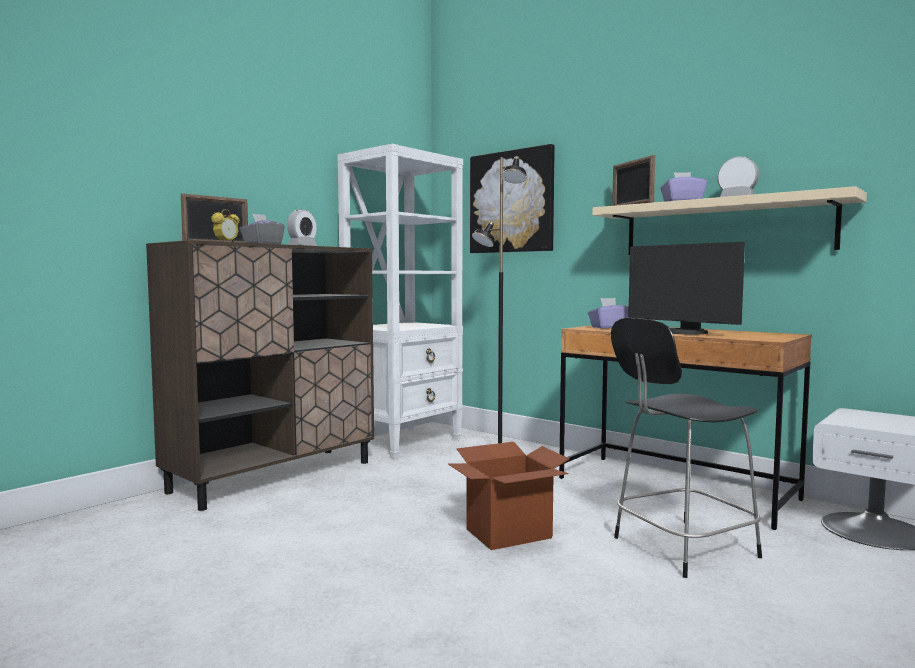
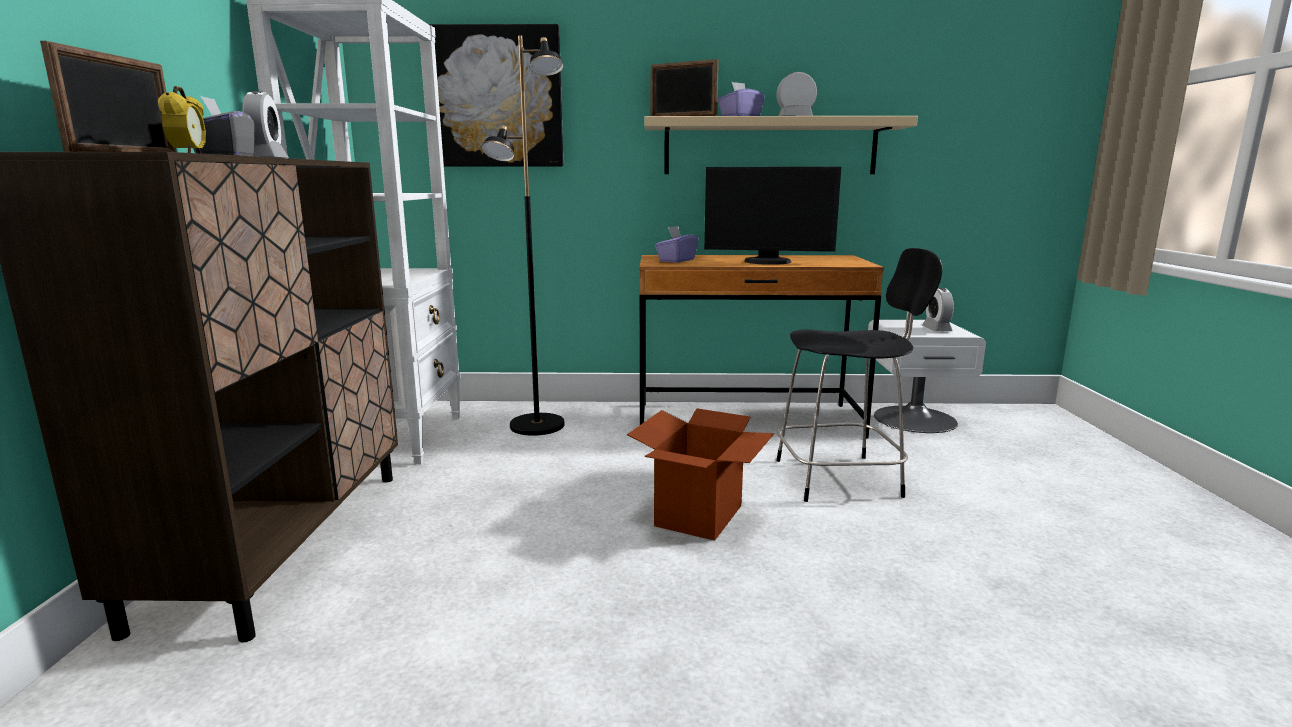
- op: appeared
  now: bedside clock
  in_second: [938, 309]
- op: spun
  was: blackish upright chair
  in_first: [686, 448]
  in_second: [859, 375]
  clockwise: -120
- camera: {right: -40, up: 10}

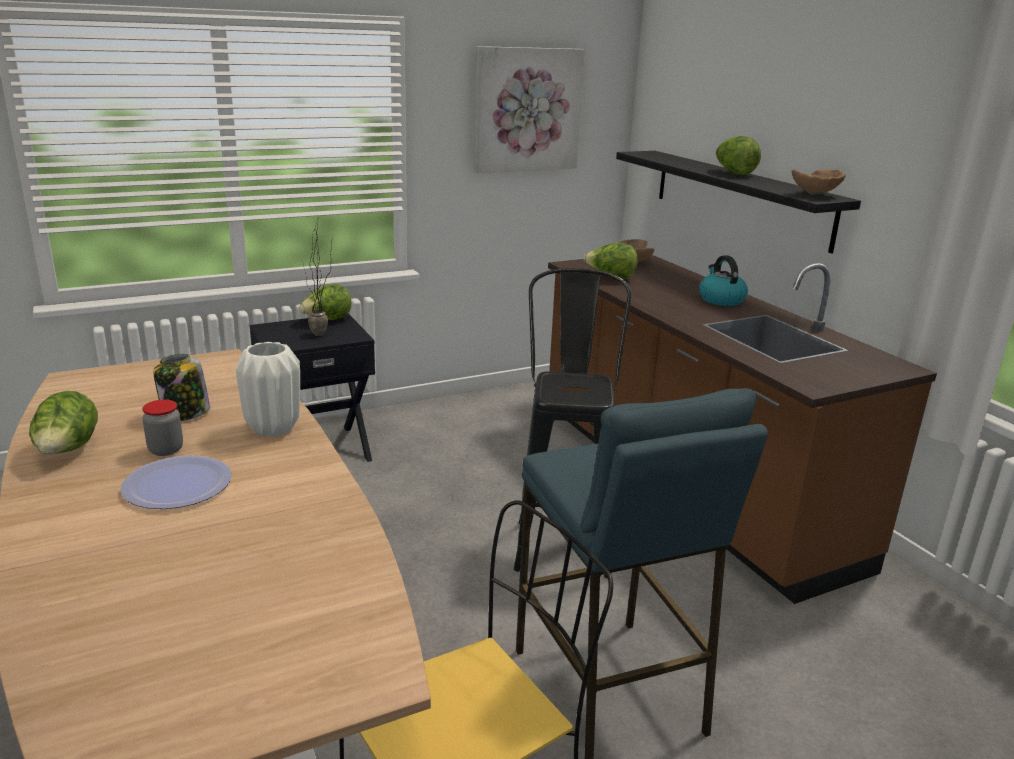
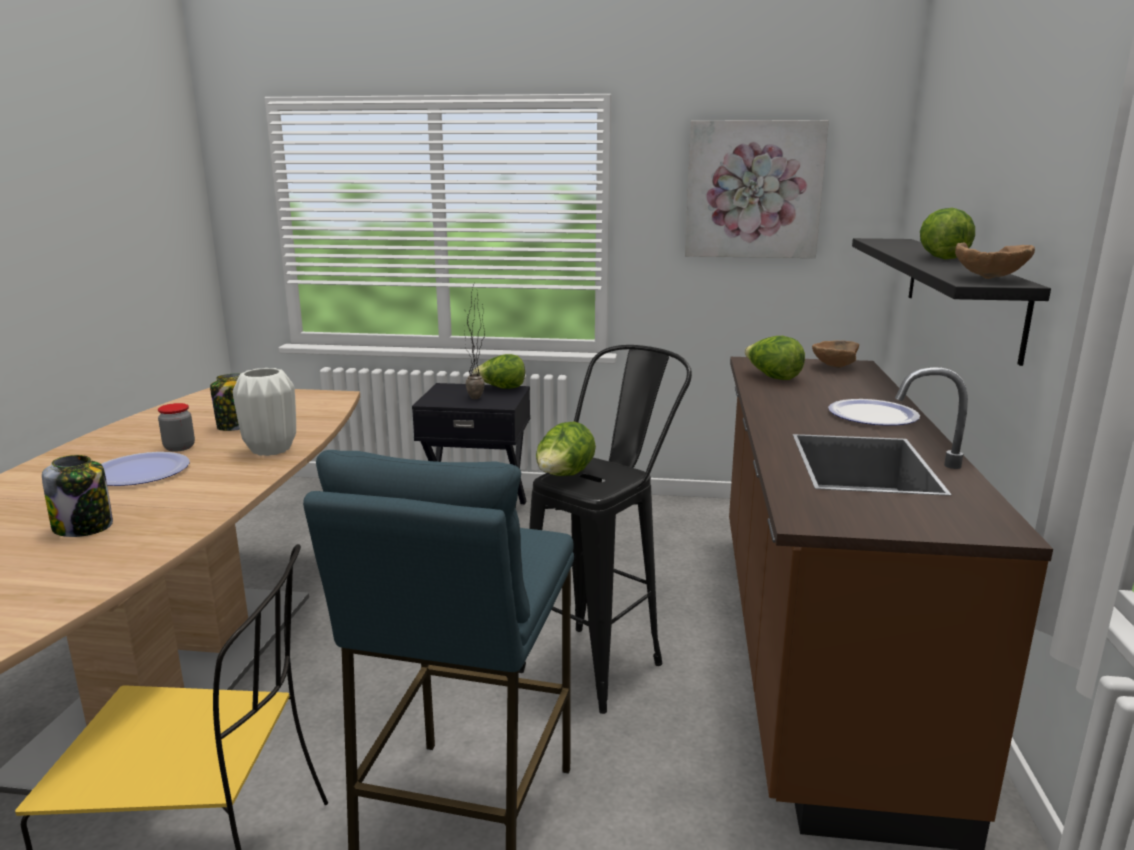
- op: appeared
  now: preserve jar
  in_second: [77, 496]
- op: relocated
  was: head of lettuce
  in_first: [63, 422]
  in_second: [566, 449]
- op: exchanged
  was: kettle
  now: plate
  in_first: [723, 280]
  in_second: [874, 412]
- camera: {right: 35, up: -5}

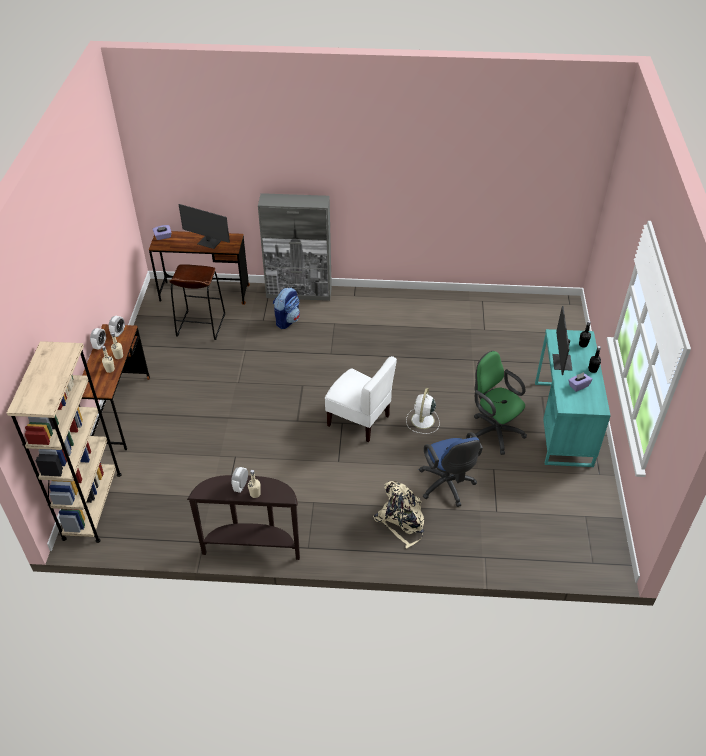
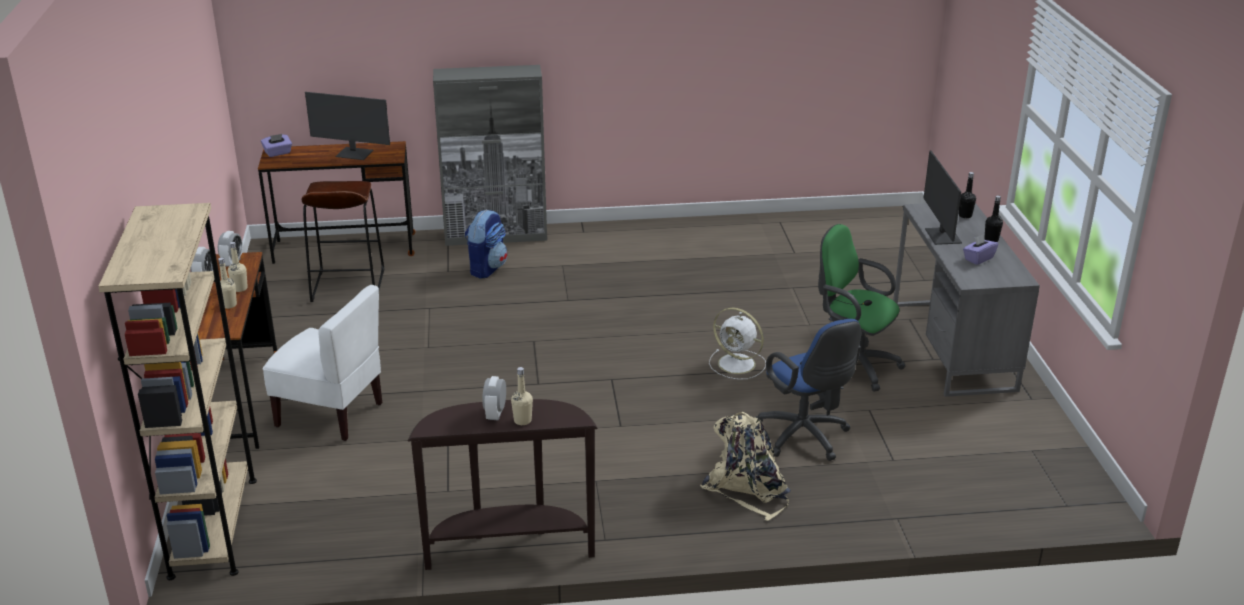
- op: relocated
  was: white-coloured upright chair
  in_first: [361, 399]
  in_second: [322, 363]
- op: colour
  was: turquoise-coloured desk table
  now: gray desk table
  in_first: [573, 398]
  in_second: [966, 300]
- op: spun
  was: white-coloured fan
  in_first: [423, 411]
  in_second: [737, 344]
  clockwise: -60
- camera: {right: -10, up: -15}

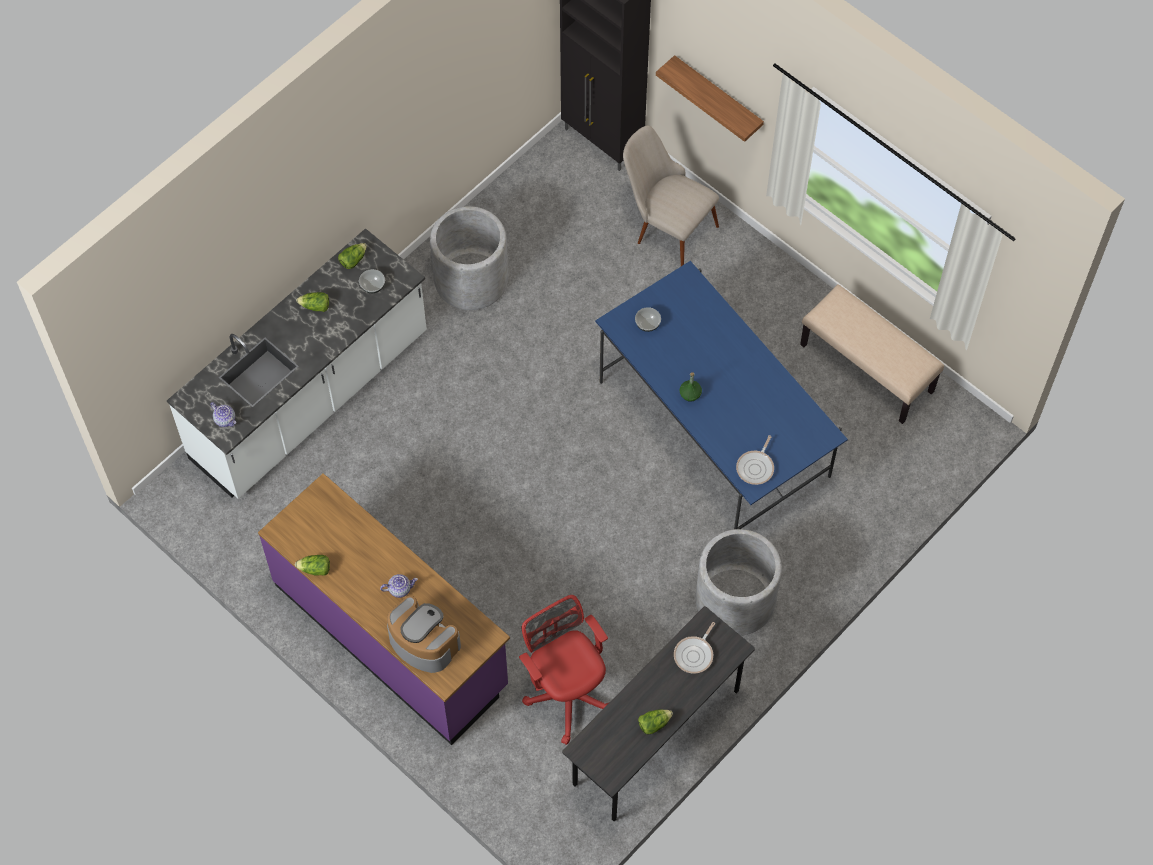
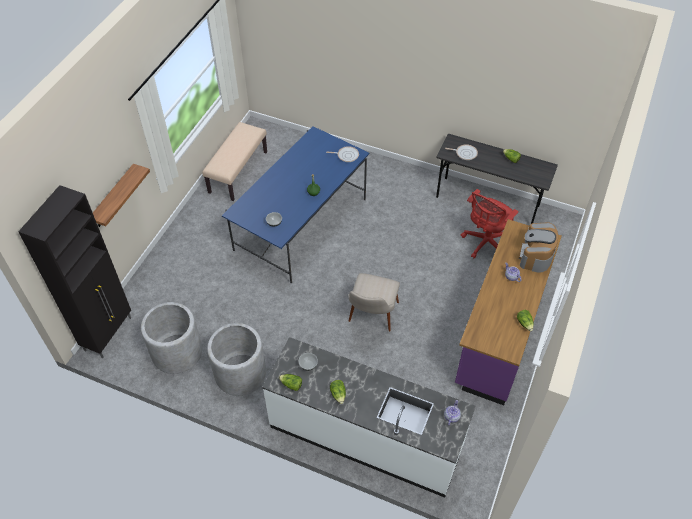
- op: relocated
  was: sand-coloured upright chair
  in_first: [671, 195]
  in_second: [374, 302]
- op: relocated
  was: gray planter
  in_first: [738, 582]
  in_second: [171, 338]
- camera: {right: -110, up: -10}

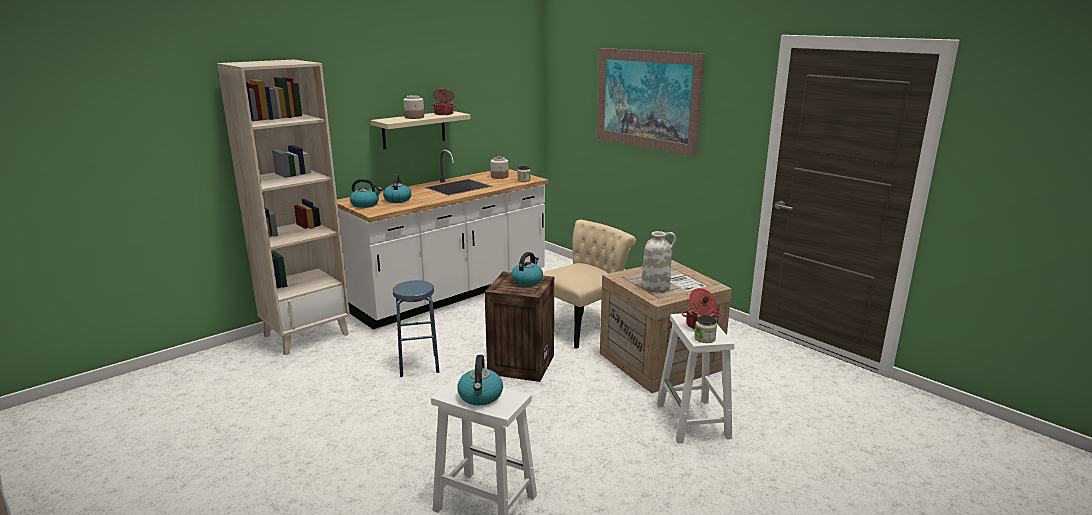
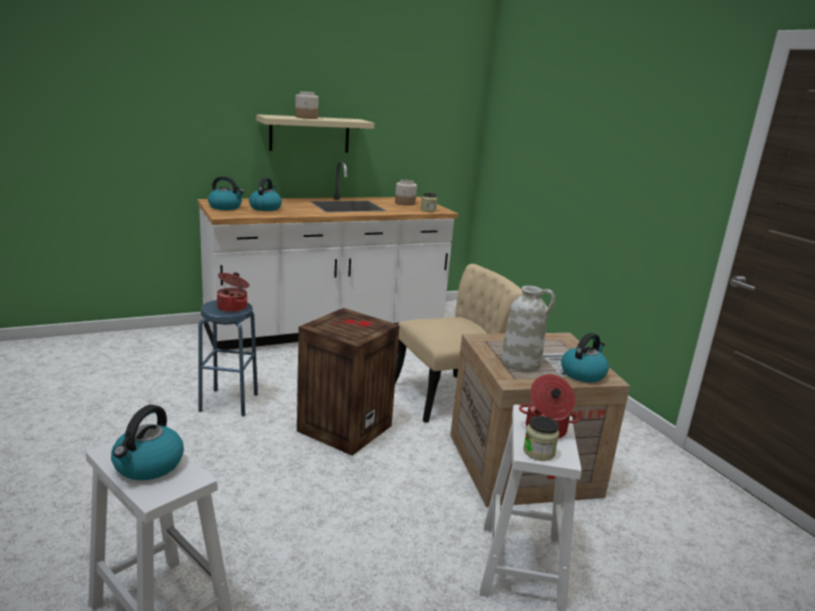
- op: missing
  was: sand-coloured bookcase
  in_first: [283, 207]
- op: missing
  was: picture
  in_first: [651, 102]
- op: relocated
  was: stockpot
  in_first: [444, 102]
  in_second: [233, 292]
- op: relocated
  was: kettle
  in_first: [527, 269]
  in_second: [585, 357]
- camera: {right: 15, up: 0}

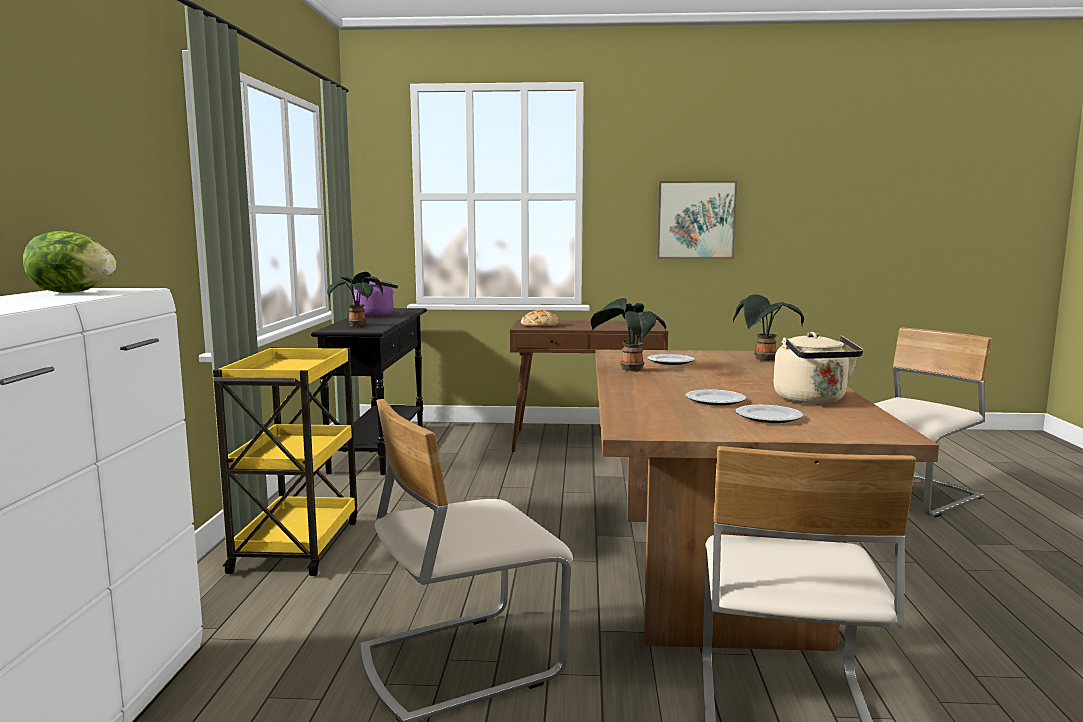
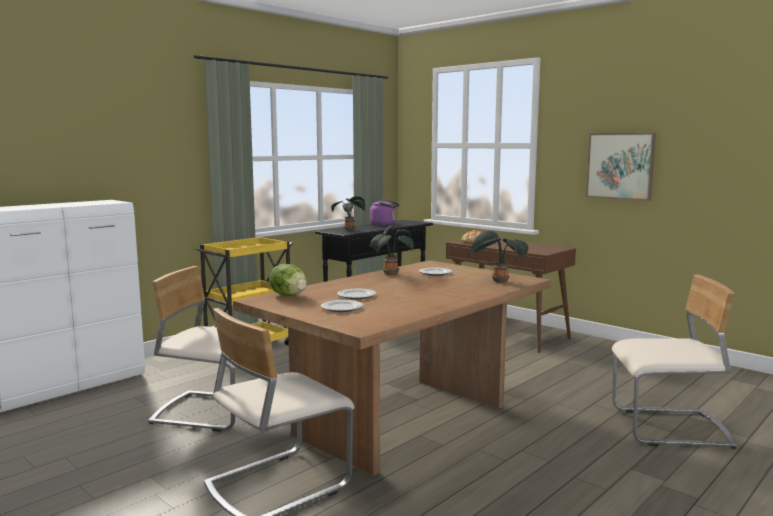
- op: missing
  was: sand-coloured kettle
  in_first: [818, 368]
- op: relocated
  was: head of lettuce
  in_first: [69, 262]
  in_second: [288, 280]
- camera: {right: 40, up: 0}

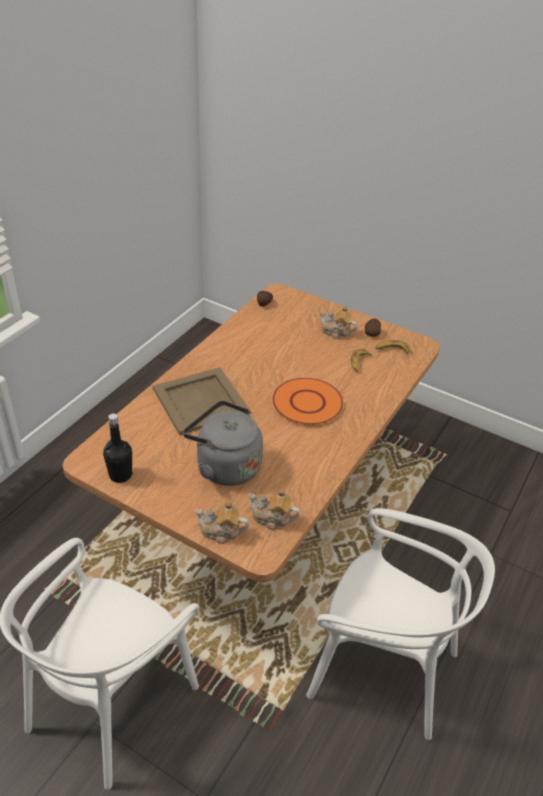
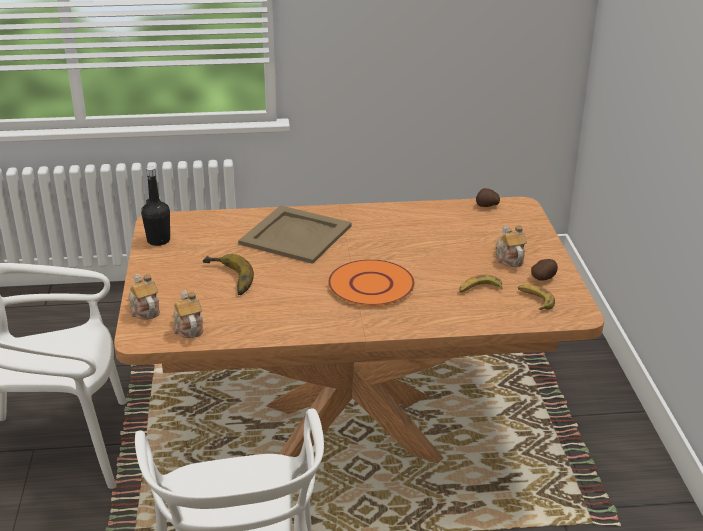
- op: exchanged
  was: gray kettle
  now: banana fruit
  in_first: [223, 443]
  in_second: [228, 274]
- camera: {right: 55, up: -10}

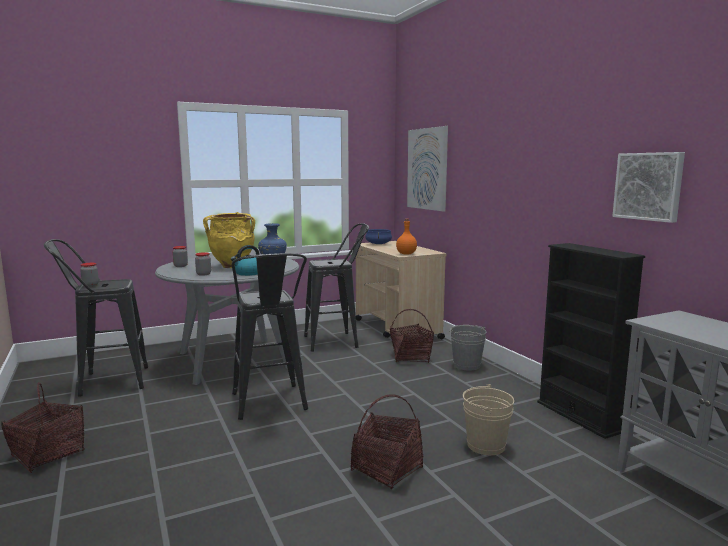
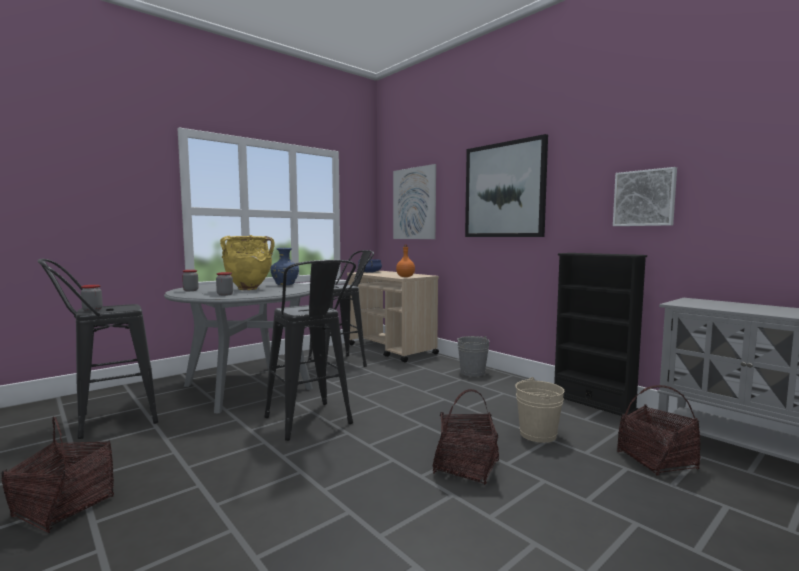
- op: missing
  was: kettle
  in_first: [245, 260]
- op: appeared
  now: picture
  in_second: [506, 185]
- op: relocated
  was: household basket
  in_first: [412, 336]
  in_second: [659, 430]
- camera: {right: -15, up: -5}

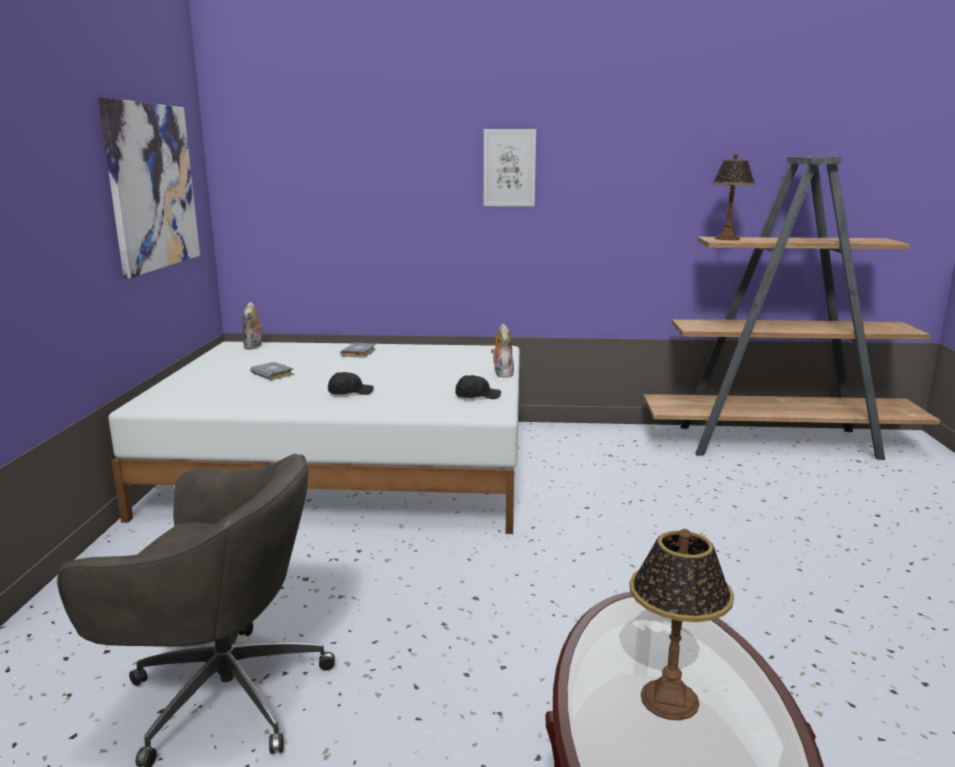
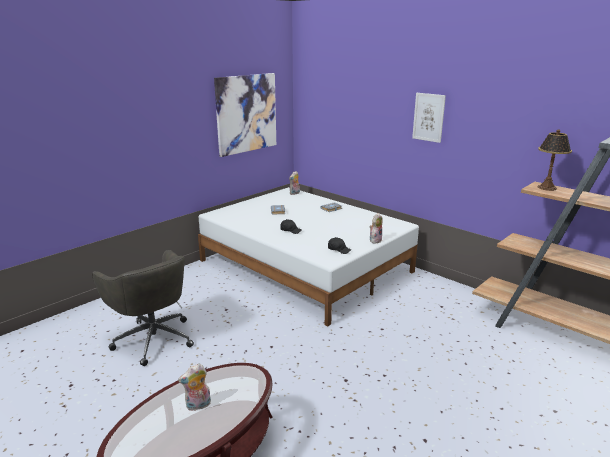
- op: exchanged
  was: lamp for a table
  now: soft toy
  in_first: [682, 625]
  in_second: [194, 387]
- camera: {right: 40, up: 5}

